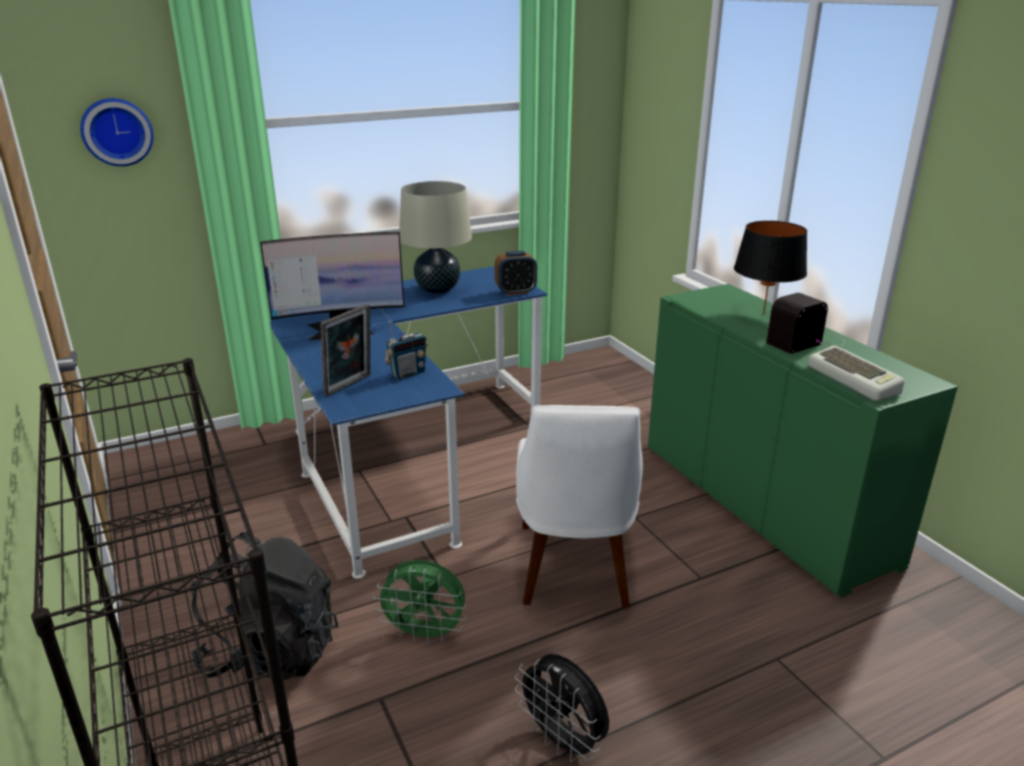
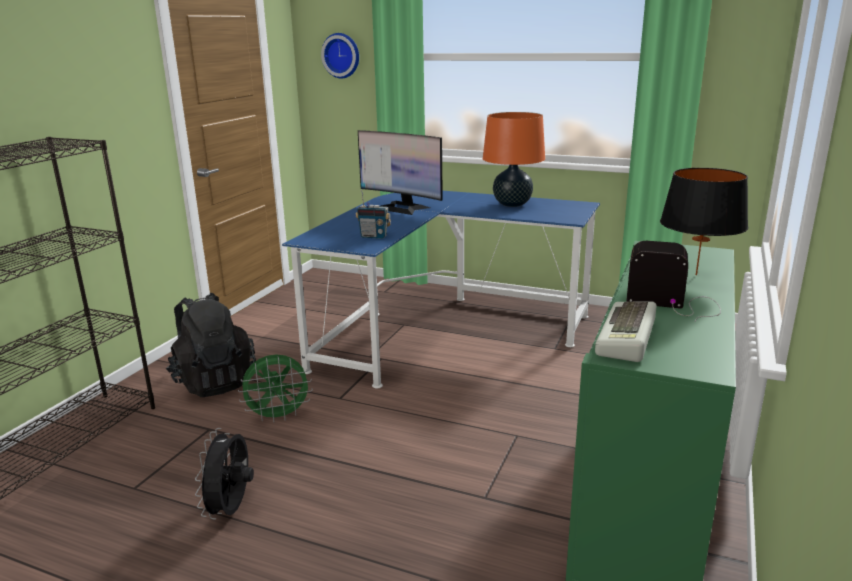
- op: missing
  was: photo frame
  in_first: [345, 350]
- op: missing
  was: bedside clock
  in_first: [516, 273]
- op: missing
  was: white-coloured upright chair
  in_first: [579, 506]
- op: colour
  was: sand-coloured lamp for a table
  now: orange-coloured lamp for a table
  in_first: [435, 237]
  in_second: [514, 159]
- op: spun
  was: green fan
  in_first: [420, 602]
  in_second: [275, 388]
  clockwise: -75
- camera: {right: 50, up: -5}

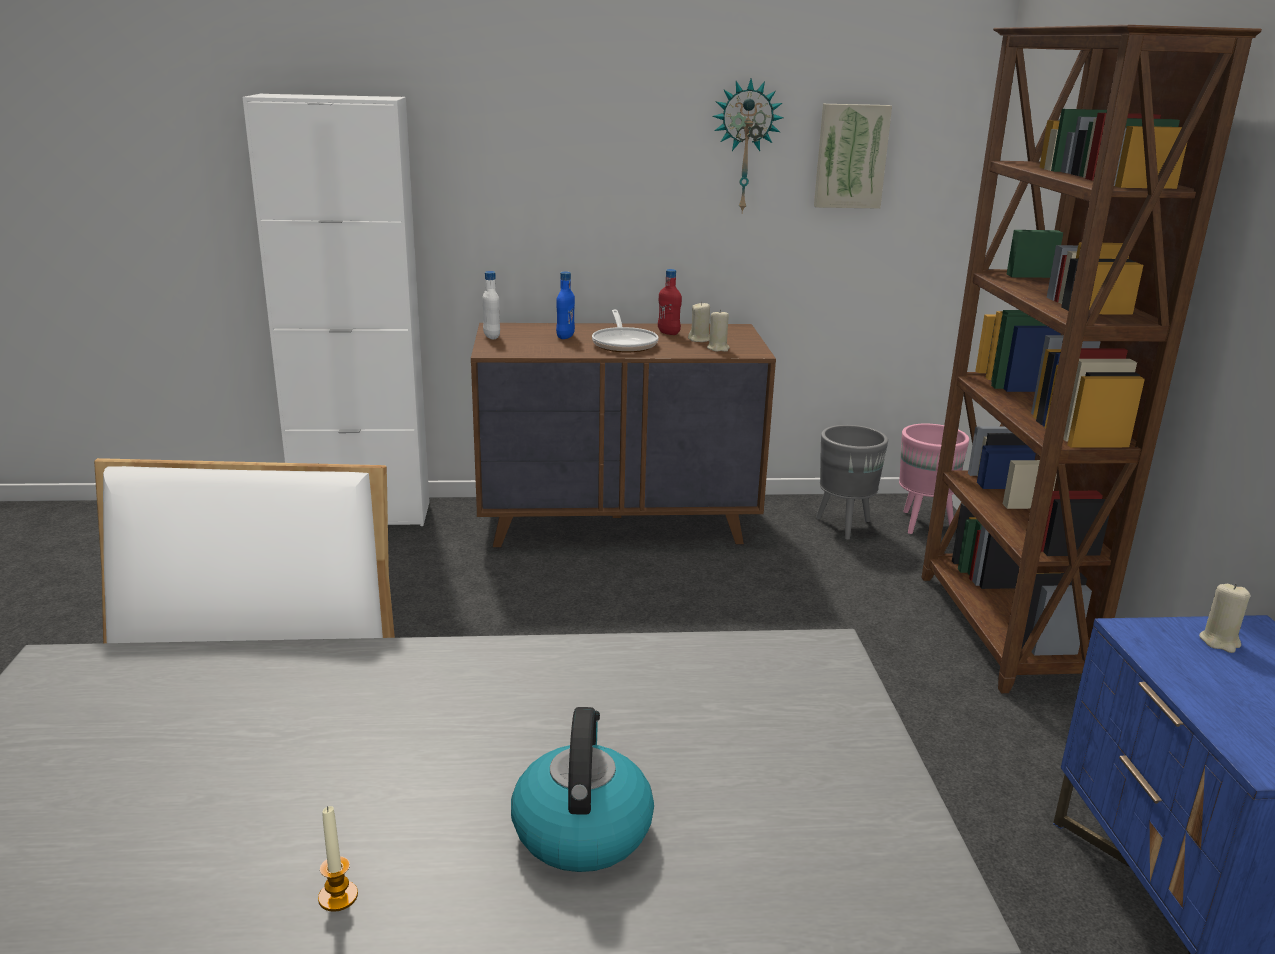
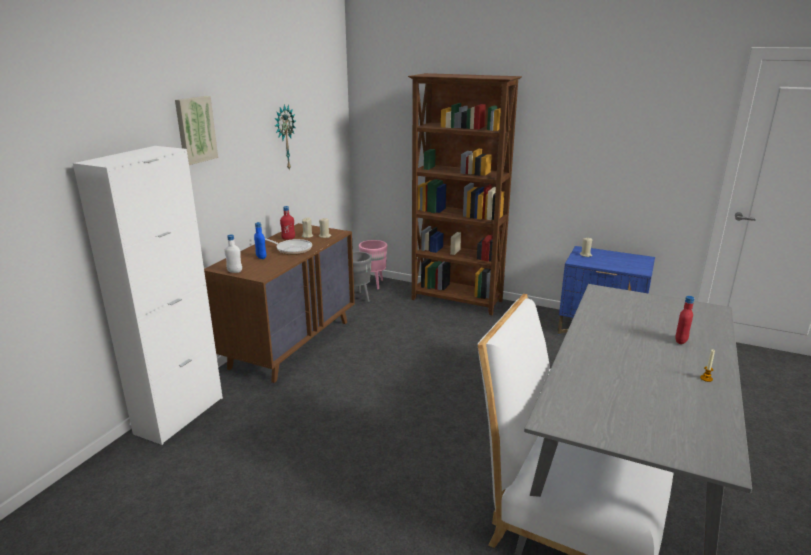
- op: relocated
  was: picture
  in_first: [853, 156]
  in_second: [196, 130]
- op: exchanged
  was: kettle
  now: red drink bottle
  in_first: [582, 789]
  in_second: [684, 320]
- camera: {right: -60, up: 0}

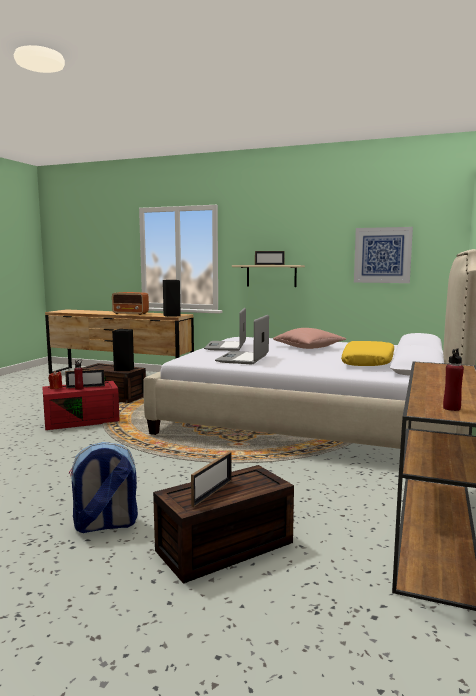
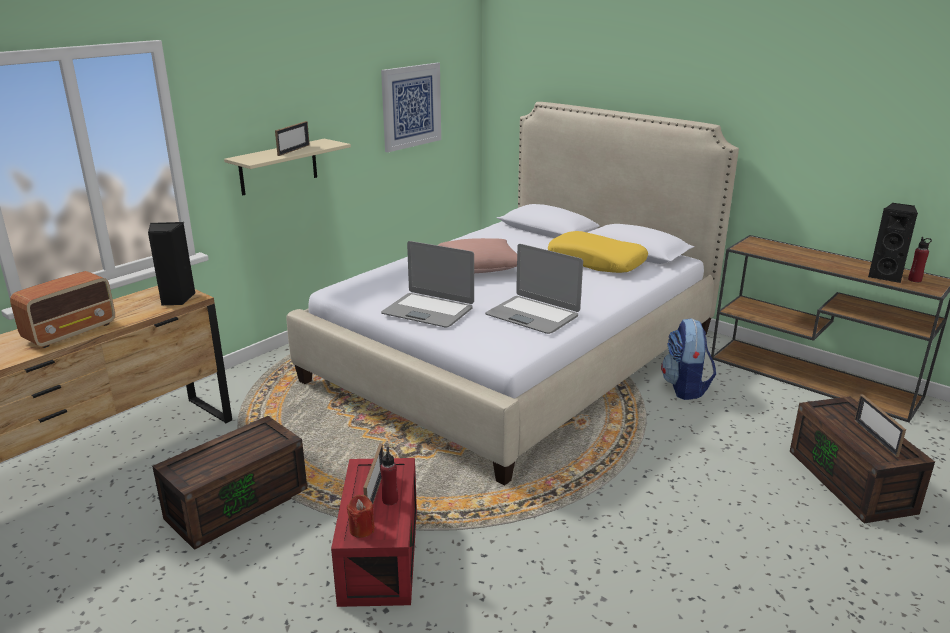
- op: relocated
  was: knapsack
  in_first: [103, 487]
  in_second: [688, 359]
- op: relocated
  was: blackish audio speaker
  in_first: [123, 350]
  in_second: [893, 243]
- op: spun
  was: photo frame
  in_first: [211, 479]
  in_second: [880, 425]
  clockwise: -150
- camera: {right: -70, up: 15}

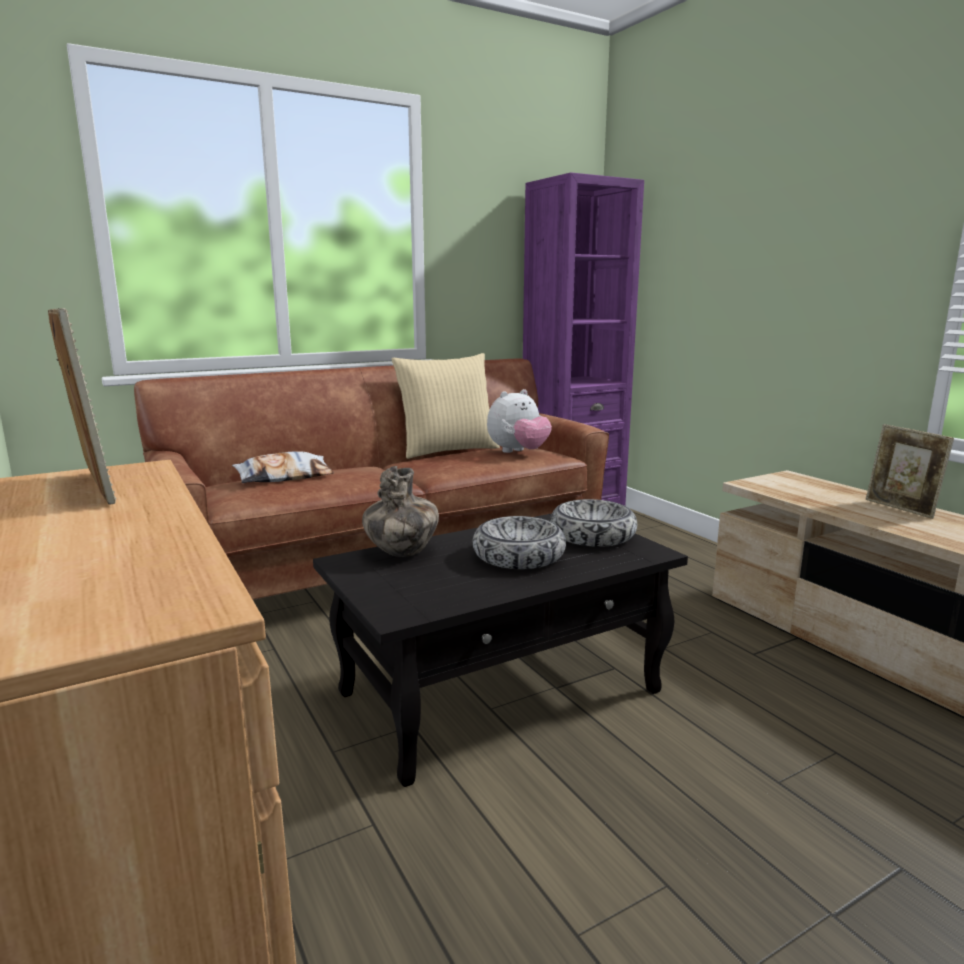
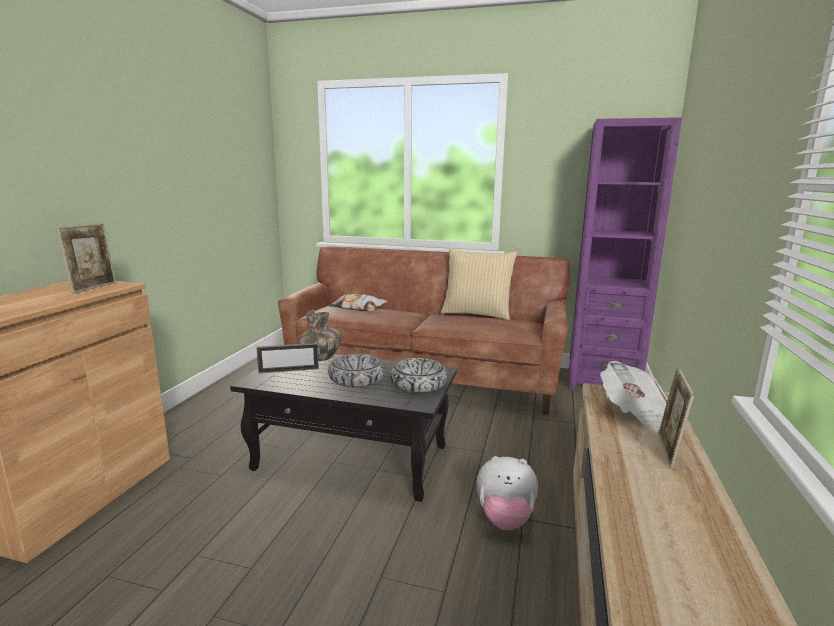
- op: appeared
  now: photo frame
  in_second: [287, 358]
- op: appeared
  now: newspaper
  in_second: [634, 395]
- op: relocated
  was: soft toy
  in_first: [519, 421]
  in_second: [507, 493]
- camera: {right: 45, up: 0}

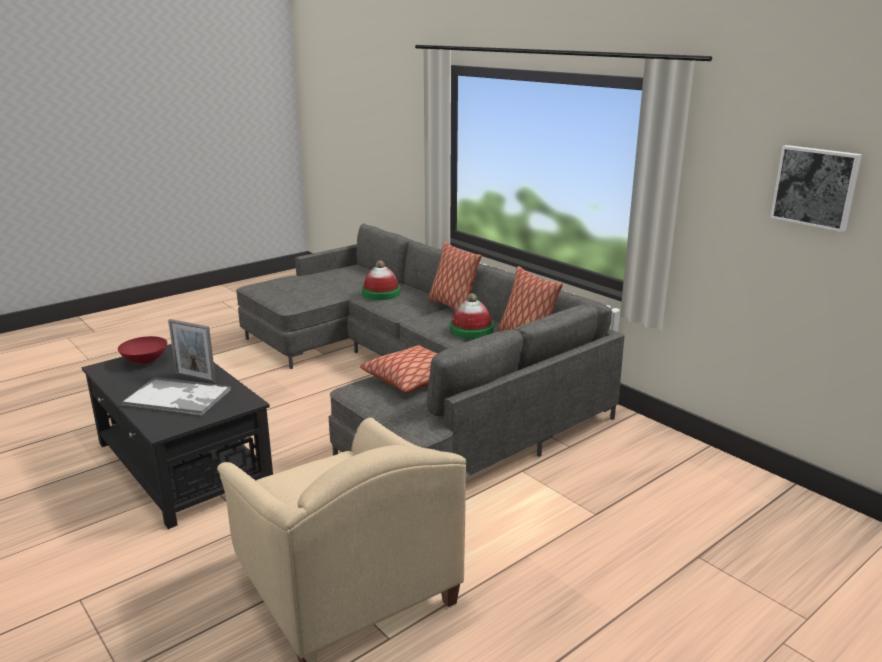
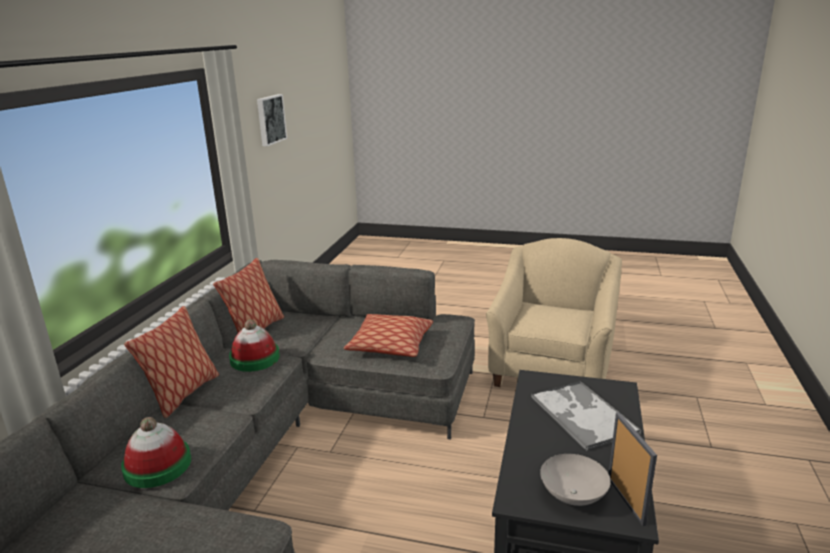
- op: relocated
  was: photo frame
  in_first: [192, 351]
  in_second: [633, 469]
- op: colour
  was: red deep dish
  now: white-coloured deep dish
  in_first: [142, 350]
  in_second: [575, 480]
- camera: {right: -125, up: 0}

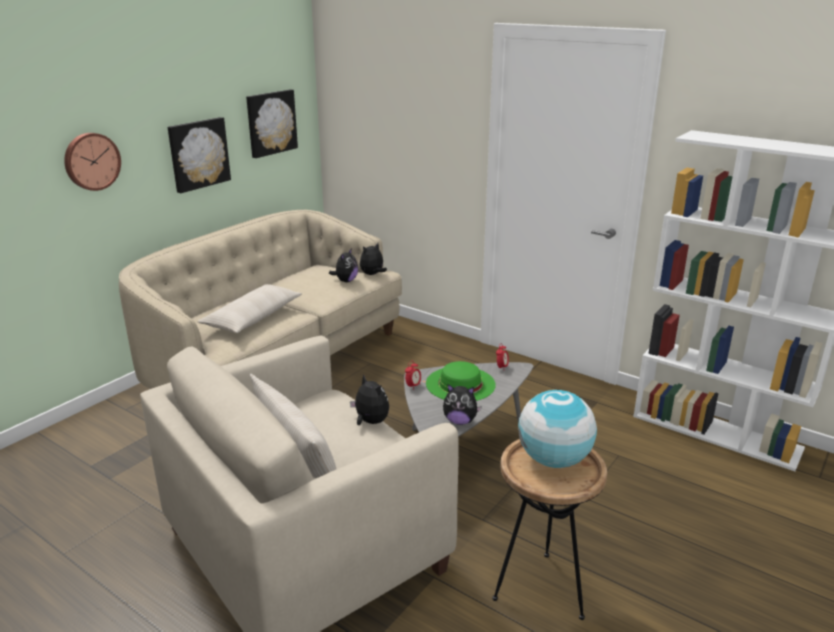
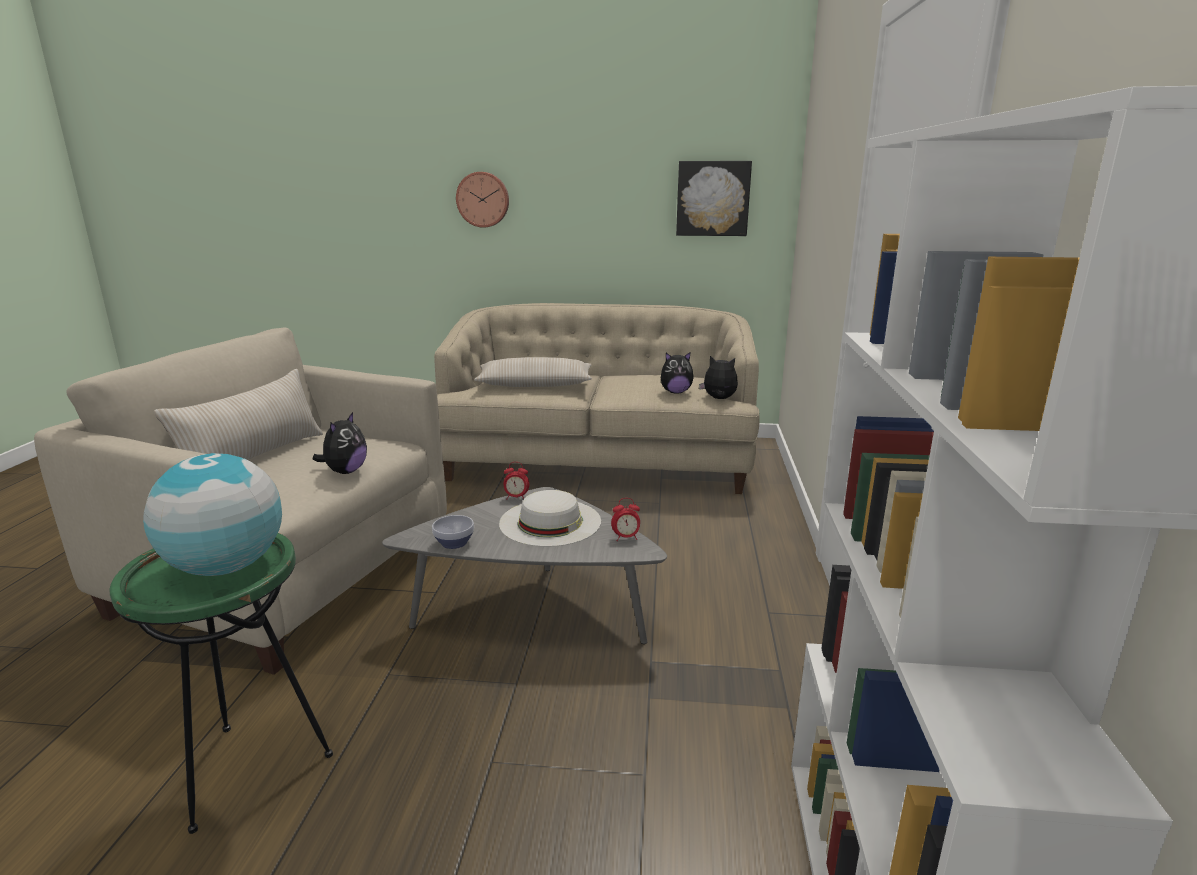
- op: missing
  was: picture
  in_first: [199, 155]
- op: exchanged
  was: soft toy
  now: deep dish
  in_first: [462, 404]
  in_second: [453, 532]
- op: colour
  was: green wearable hat
  now: white-coloured wearable hat
  in_first: [461, 381]
  in_second: [550, 518]
- op: colour
  was: brownish end table
  now: green end table
  in_first: [550, 529]
  in_second: [221, 683]
- camera: {right: 60, up: -5}

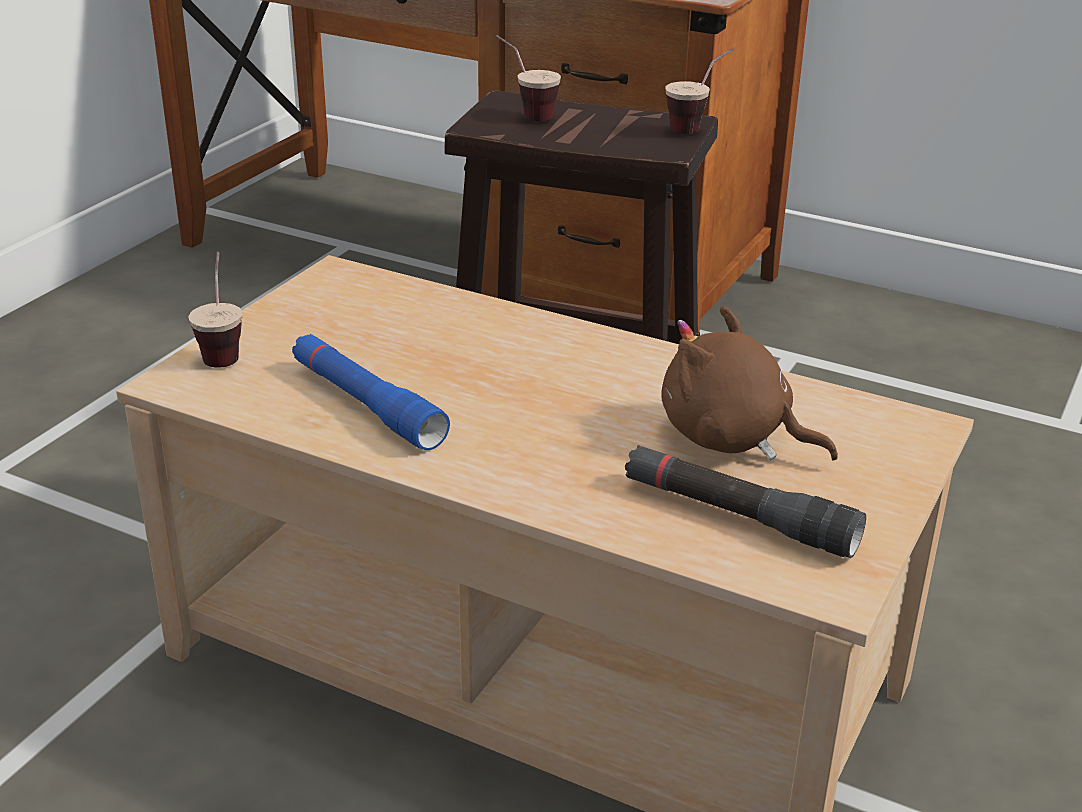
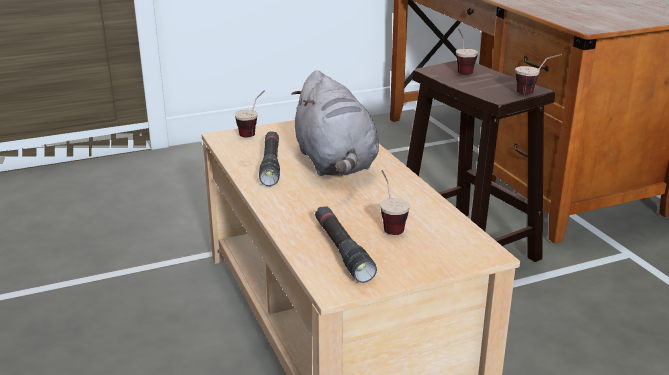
- op: appeared
  now: gray soft toy
  in_second: [335, 123]
- op: exchanged
  was: brownish soft toy
  now: cup
  in_first: [749, 383]
  in_second: [395, 202]
- op: colour
  was: blue-coloured hand torch
  now: blackish hand torch
  in_first: [371, 392]
  in_second: [269, 158]
- camera: {right: 40, up: -5}

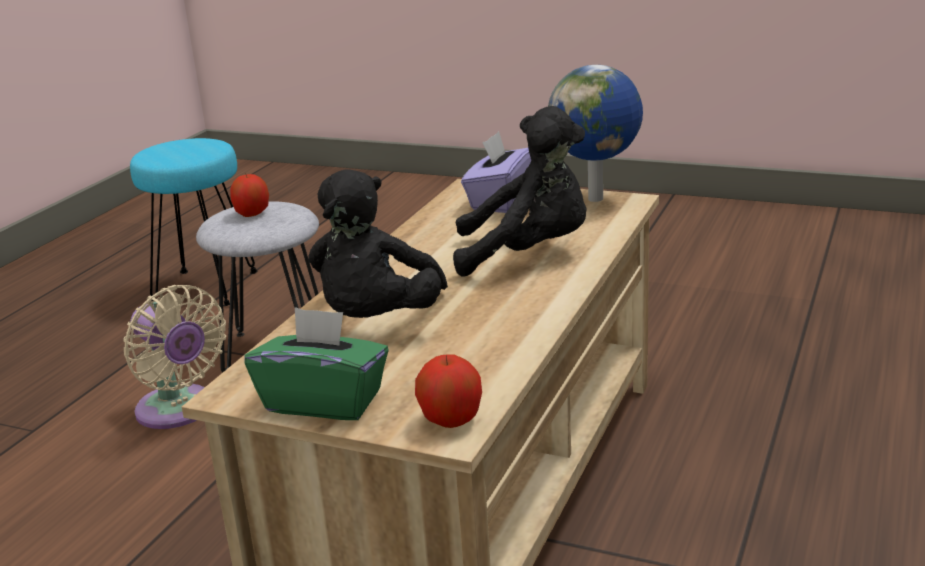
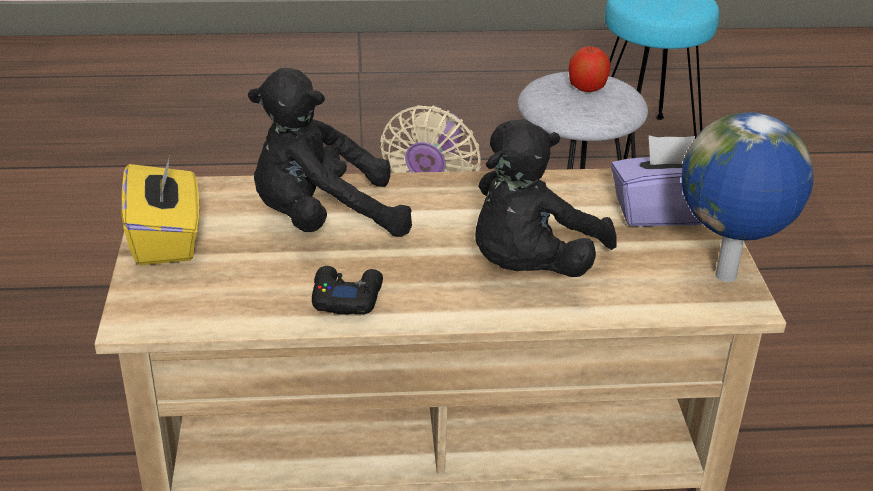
- op: missing
  was: apple
  in_first: [448, 391]
- op: appeared
  now: blackish game controller
  in_second: [347, 290]
- op: colour
  was: green box of tissues
  now: yellow box of tissues
  in_first: [316, 363]
  in_second: [160, 210]
- op: spun
  was: blackish soft toy
  in_first: [520, 191]
  in_second: [546, 198]
  clockwise: 60
- camera: {right: 60, up: 10}

